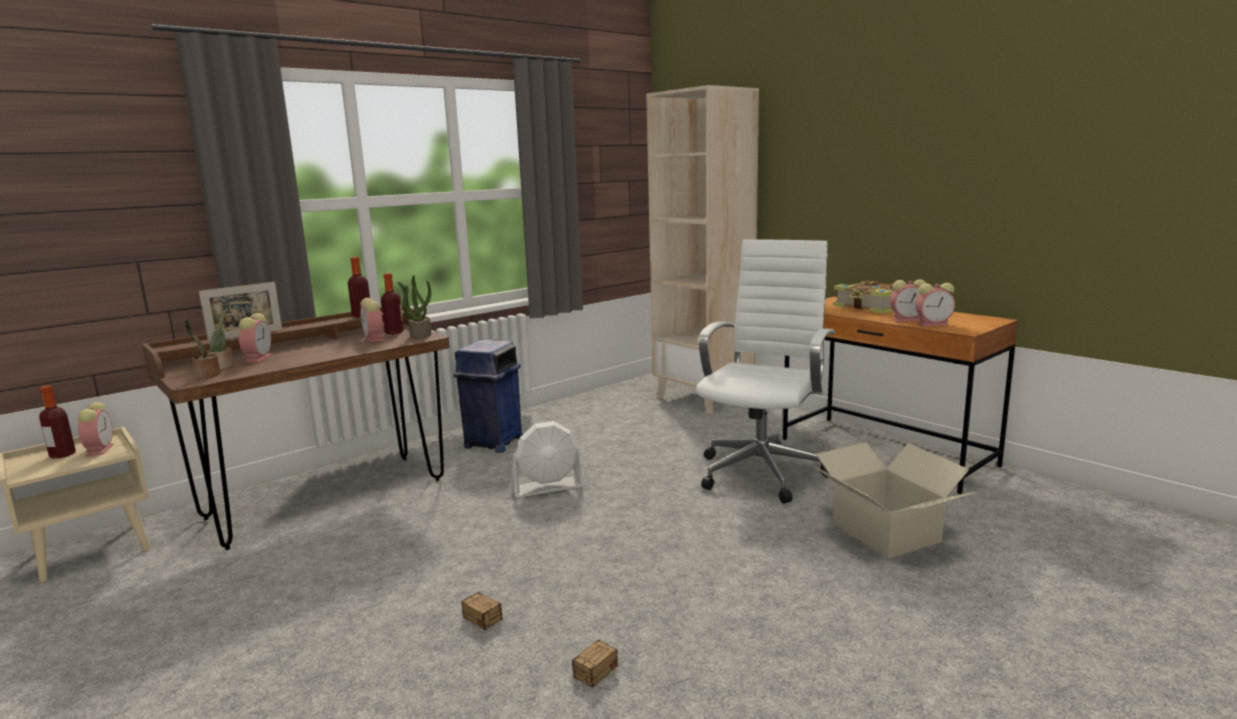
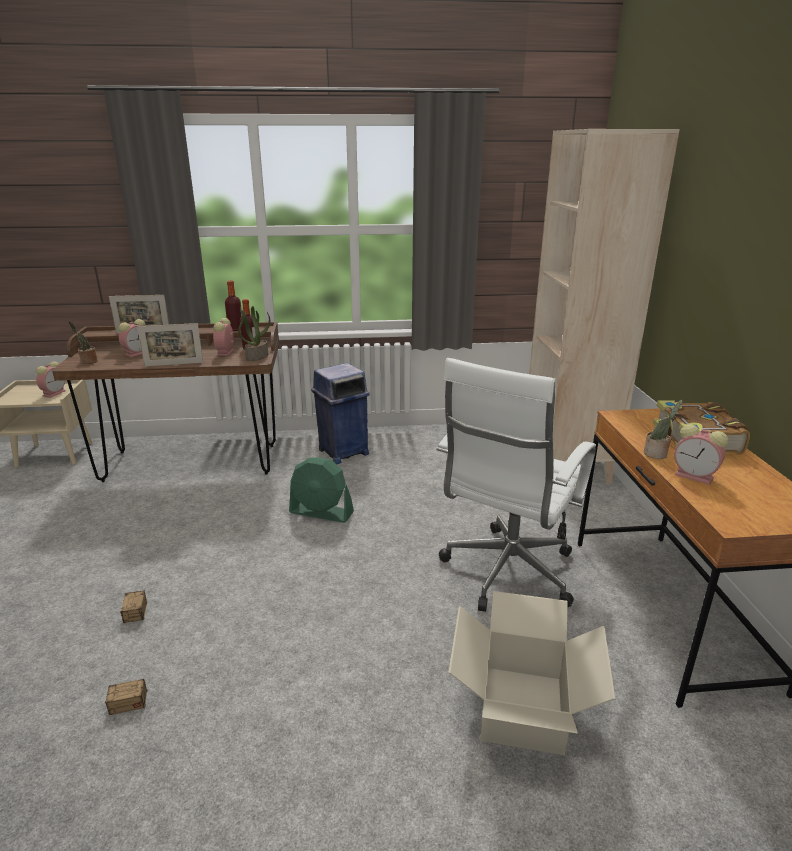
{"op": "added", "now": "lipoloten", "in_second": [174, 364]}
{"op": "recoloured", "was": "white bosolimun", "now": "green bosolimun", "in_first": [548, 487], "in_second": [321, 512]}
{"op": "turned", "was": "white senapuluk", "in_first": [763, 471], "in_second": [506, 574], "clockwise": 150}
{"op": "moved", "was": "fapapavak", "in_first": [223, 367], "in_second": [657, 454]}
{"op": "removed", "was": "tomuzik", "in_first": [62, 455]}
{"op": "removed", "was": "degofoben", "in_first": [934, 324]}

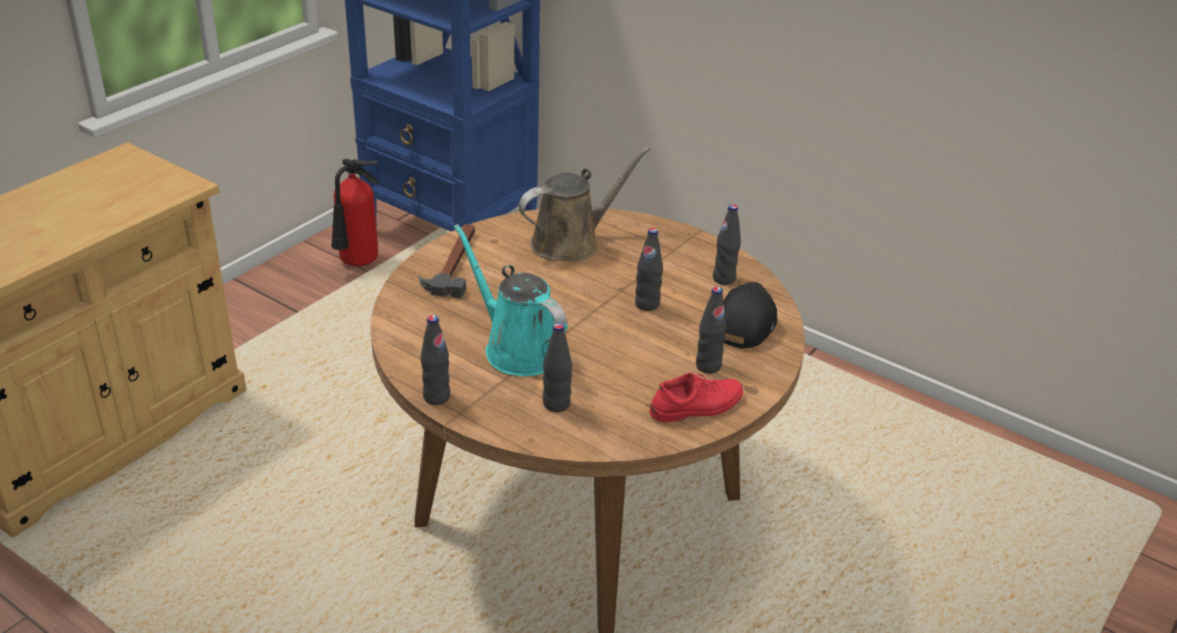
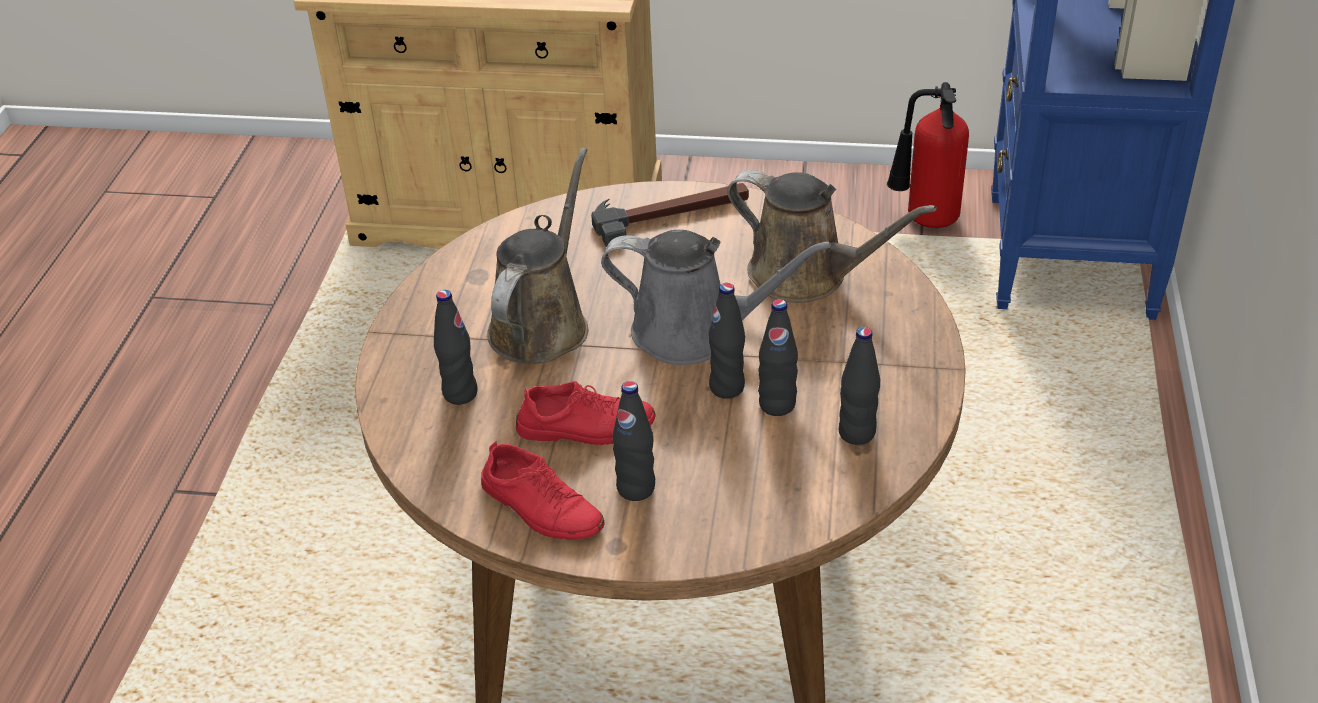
{"op": "recoloured", "was": "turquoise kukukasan", "now": "brown kukukasan", "in_first": [517, 349], "in_second": [542, 324]}
{"op": "added", "now": "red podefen", "in_second": [586, 427]}
{"op": "added", "now": "grey kukukasan", "in_second": [694, 333]}
{"op": "moved", "was": "black tomuzik", "in_first": [436, 397], "in_second": [777, 405]}
{"op": "removed", "was": "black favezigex", "in_first": [745, 323]}

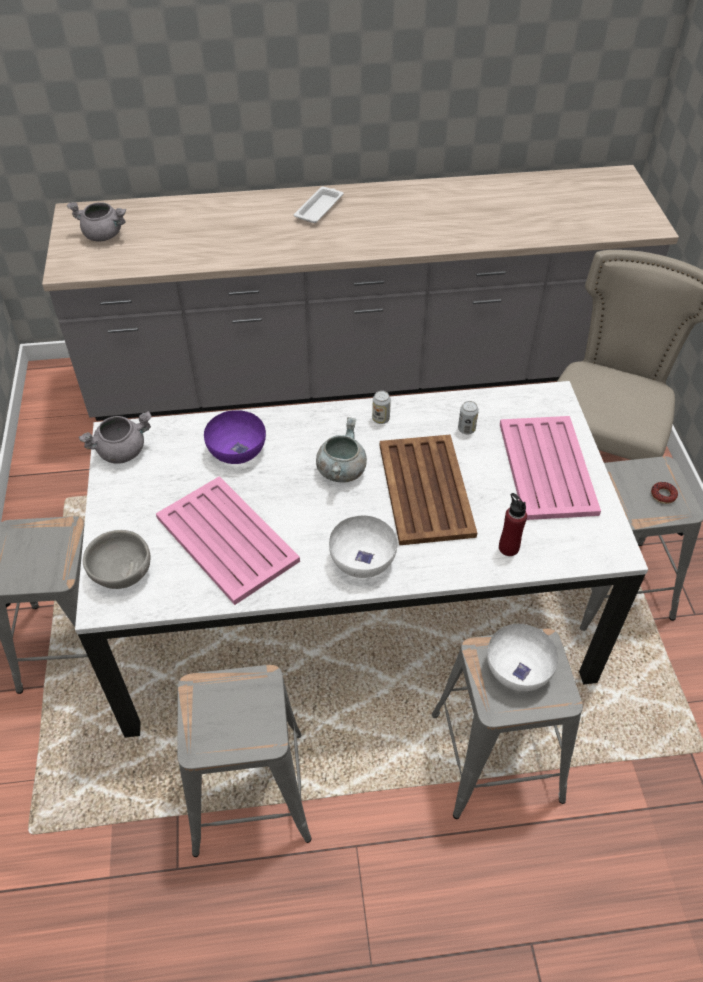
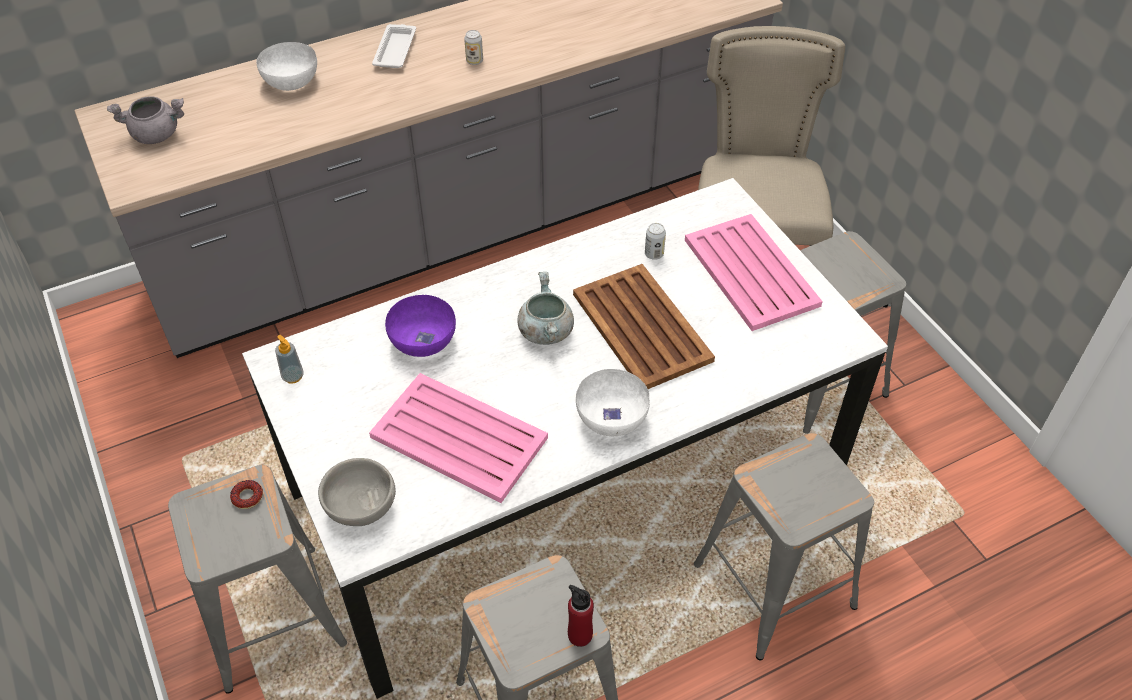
{"op": "moved", "was": "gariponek", "in_first": [663, 495], "in_second": [247, 497]}
{"op": "moved", "was": "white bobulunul", "in_first": [518, 668], "in_second": [291, 80]}
{"op": "replaced", "was": "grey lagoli", "now": "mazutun", "in_first": [122, 451], "in_second": [293, 376]}
{"op": "moved", "was": "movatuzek", "in_first": [380, 419], "in_second": [474, 61]}
{"op": "moved", "was": "red tomuzik", "in_first": [508, 547], "in_second": [580, 635]}

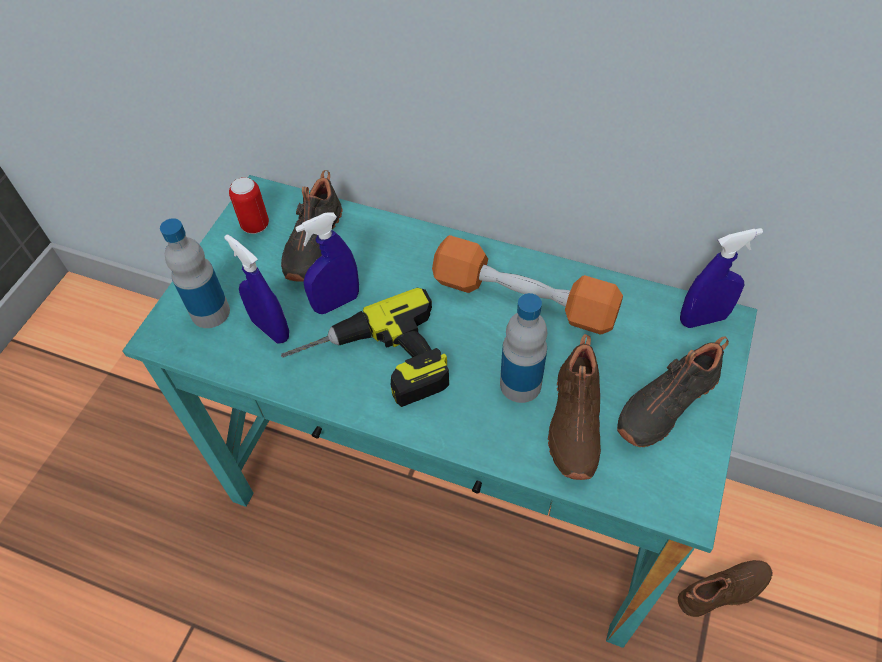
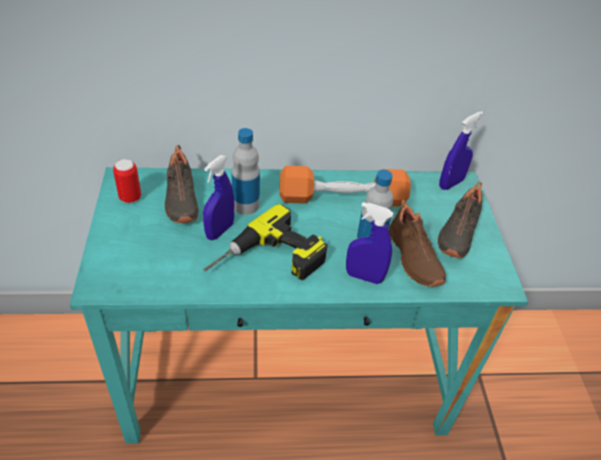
{"op": "moved", "was": "tomuzik", "in_first": [210, 312], "in_second": [245, 205]}
{"op": "moved", "was": "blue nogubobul", "in_first": [271, 329], "in_second": [364, 277]}
{"op": "removed", "was": "brown podefen", "in_first": [723, 592]}

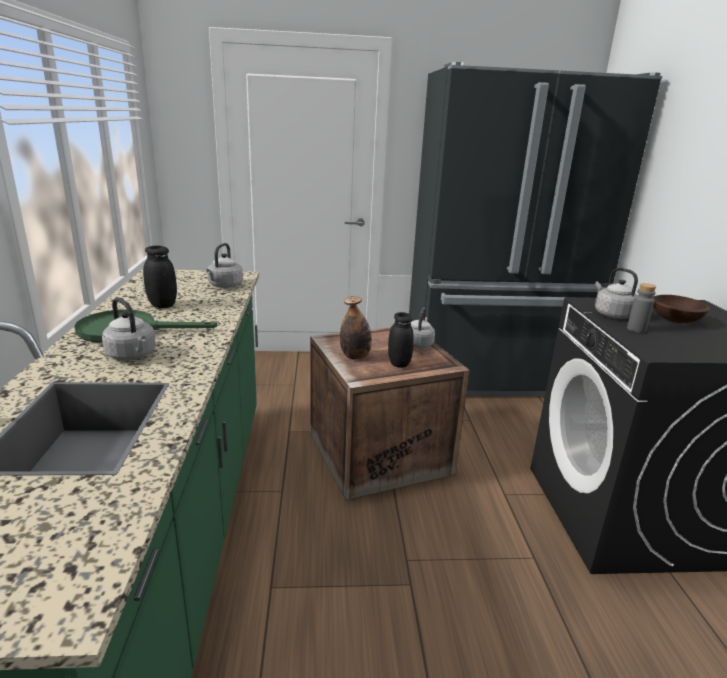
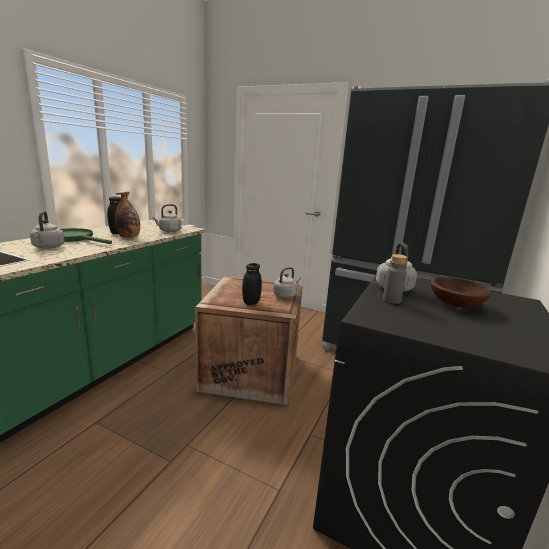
{"op": "moved", "was": "tomuzik", "in_first": [355, 356], "in_second": [129, 237]}

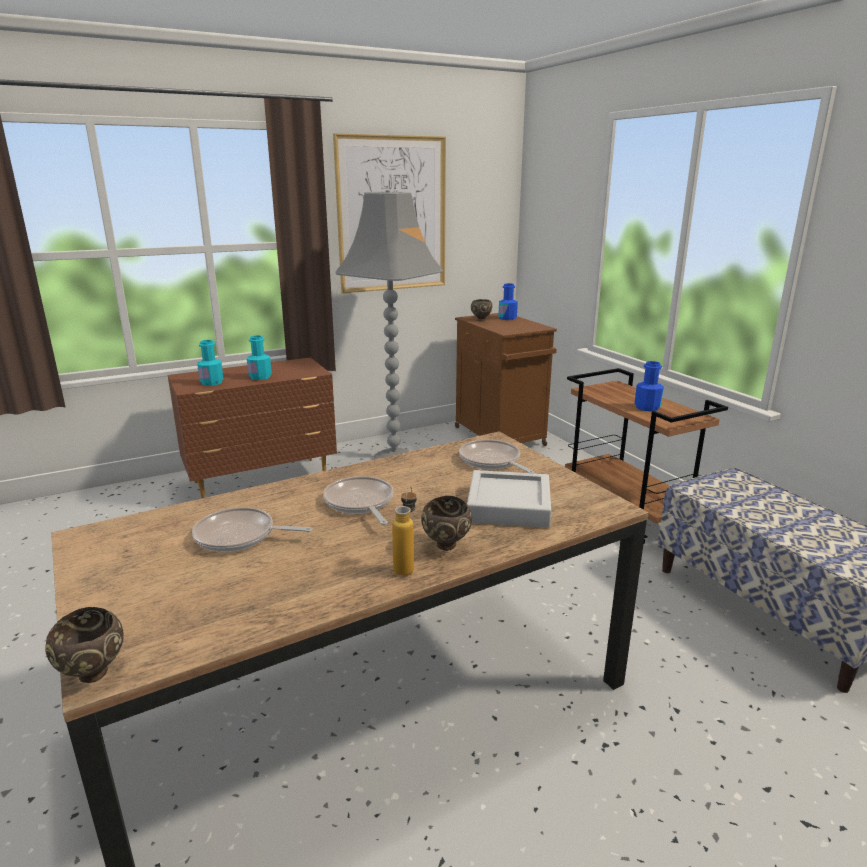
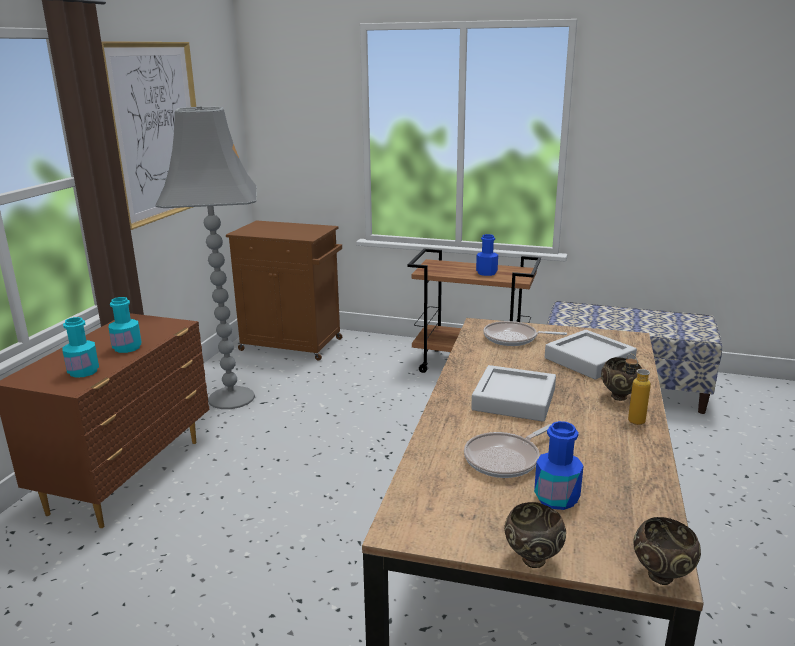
{"op": "replaced", "was": "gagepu", "now": "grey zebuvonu", "in_first": [360, 503], "in_second": [514, 399]}
{"op": "moved", "was": "brown bobulunul", "in_first": [481, 320], "in_second": [531, 560]}
{"op": "moved", "was": "blue tomuzik", "in_first": [507, 318], "in_second": [556, 498]}

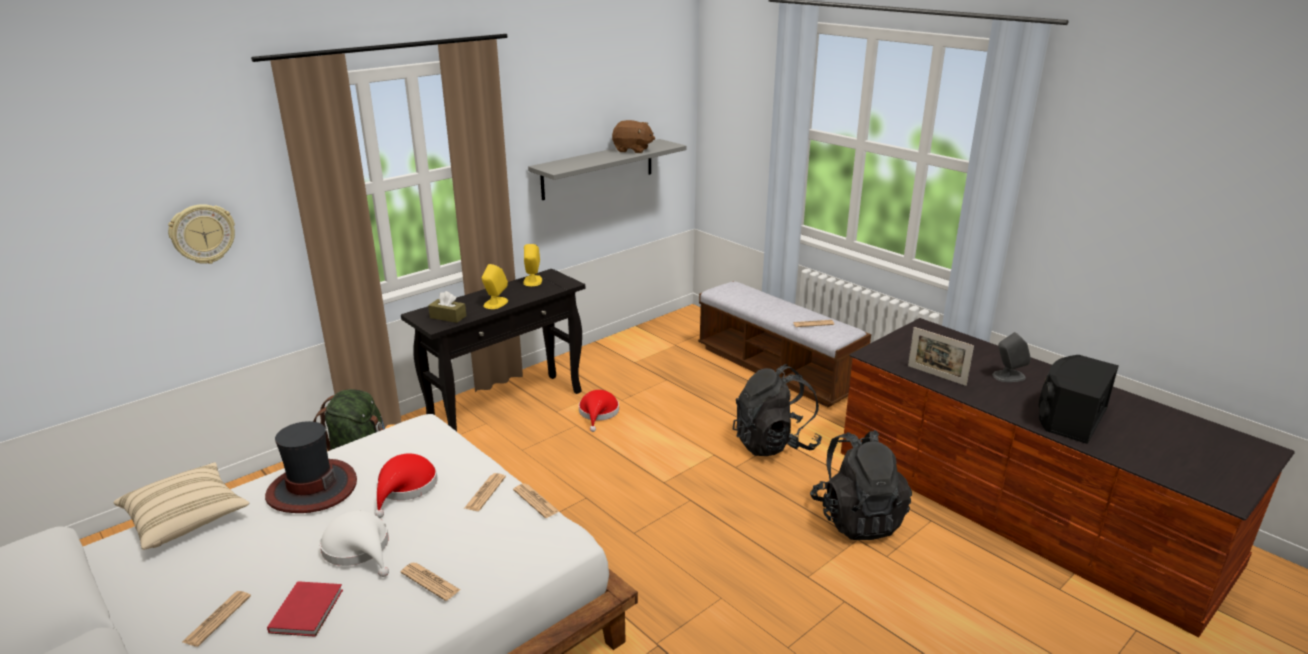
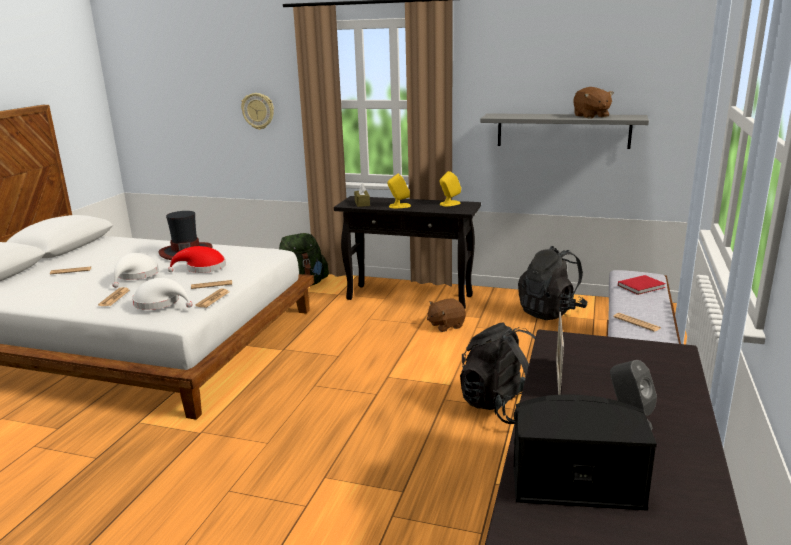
{"op": "added", "now": "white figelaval", "in_second": [160, 303]}
{"op": "replaced", "was": "red figelaval", "now": "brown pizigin", "in_first": [598, 413], "in_second": [445, 325]}
{"op": "moved", "was": "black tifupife", "in_first": [857, 518], "in_second": [550, 312]}
{"op": "moved", "was": "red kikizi", "in_first": [308, 609], "in_second": [642, 286]}
{"op": "removed", "was": "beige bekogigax", "in_first": [186, 519]}

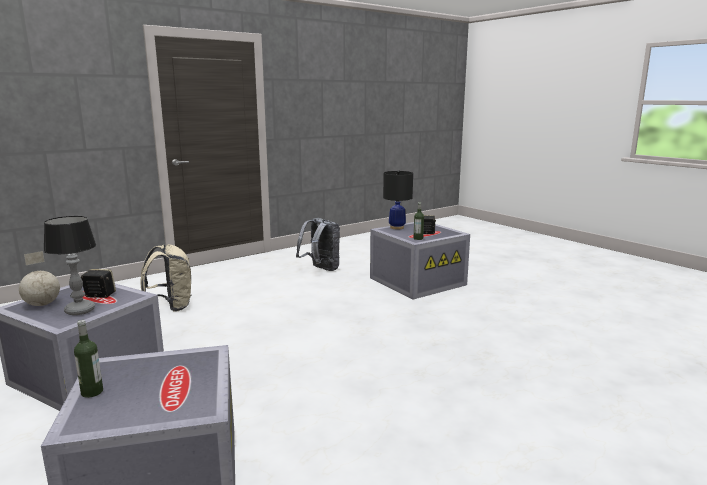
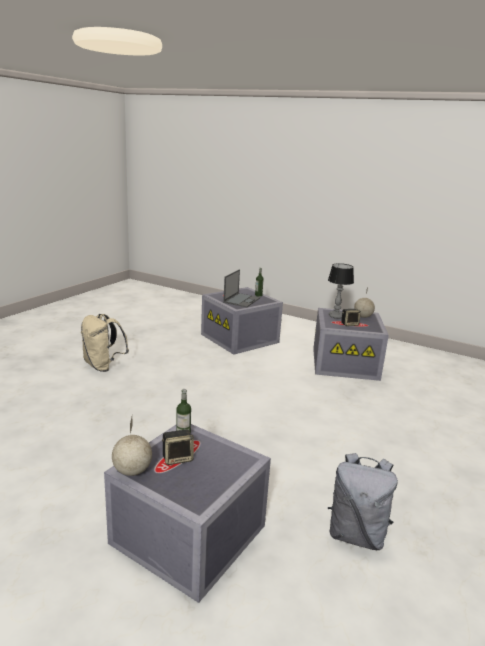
{"op": "moved", "was": "beige tifupife", "in_first": [171, 307], "in_second": [103, 366]}
{"op": "added", "now": "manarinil", "in_second": [132, 471]}
{"op": "added", "now": "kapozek", "in_second": [242, 300]}
{"op": "removed", "was": "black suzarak", "in_first": [397, 227]}

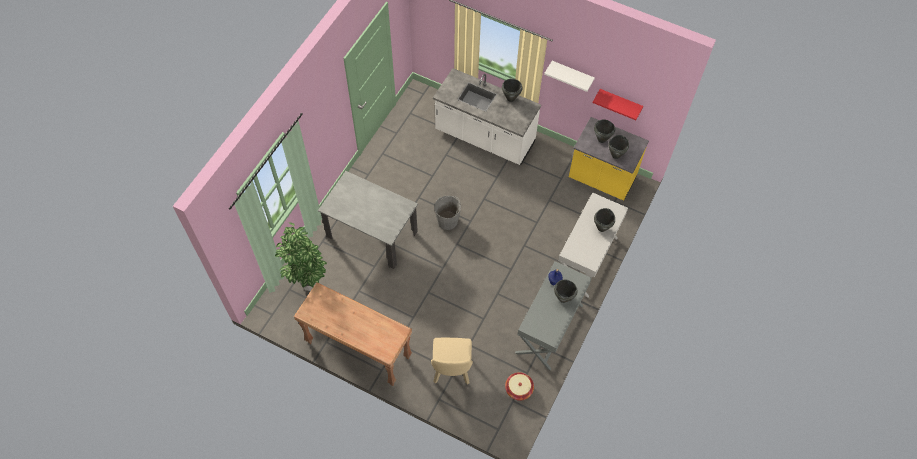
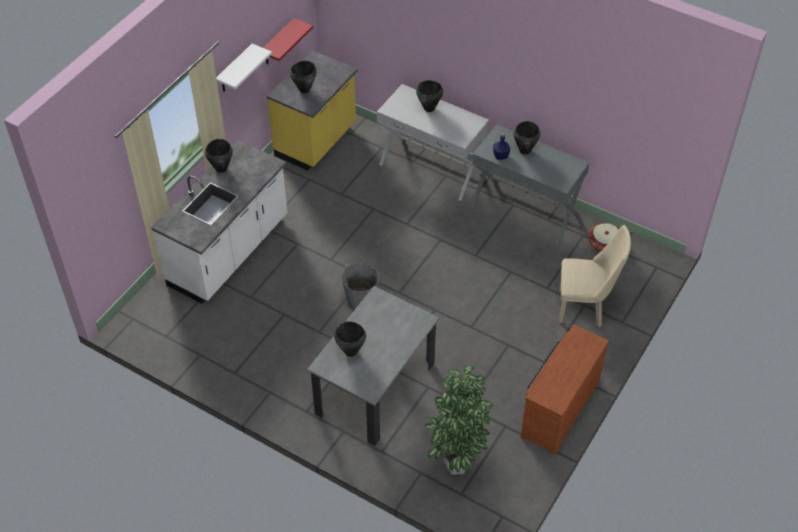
{"op": "moved", "was": "black lagoli", "in_first": [615, 155], "in_second": [351, 352]}
{"op": "replaced", "was": "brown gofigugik", "now": "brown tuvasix", "in_first": [358, 350], "in_second": [558, 408]}

